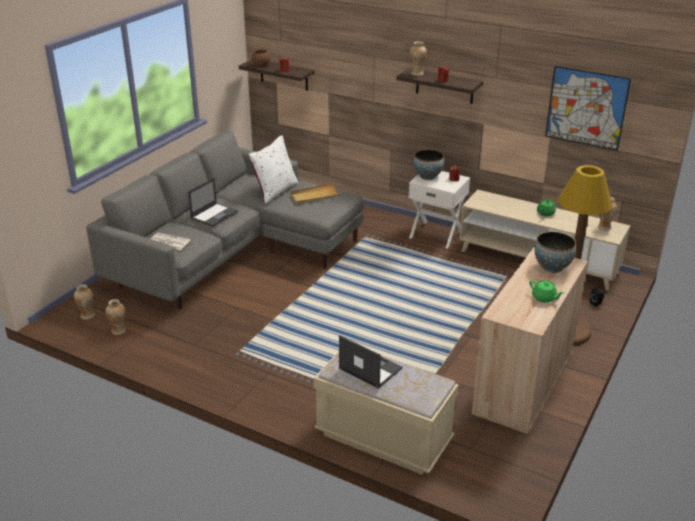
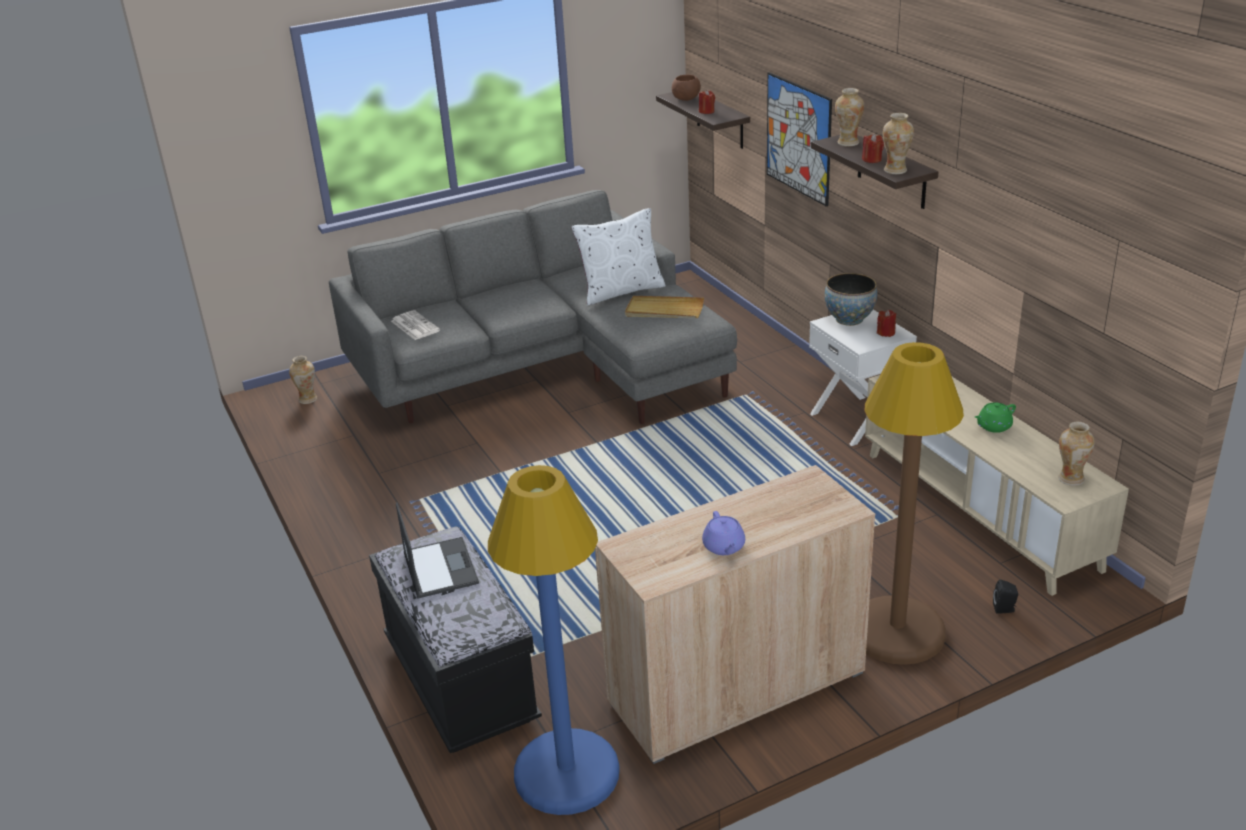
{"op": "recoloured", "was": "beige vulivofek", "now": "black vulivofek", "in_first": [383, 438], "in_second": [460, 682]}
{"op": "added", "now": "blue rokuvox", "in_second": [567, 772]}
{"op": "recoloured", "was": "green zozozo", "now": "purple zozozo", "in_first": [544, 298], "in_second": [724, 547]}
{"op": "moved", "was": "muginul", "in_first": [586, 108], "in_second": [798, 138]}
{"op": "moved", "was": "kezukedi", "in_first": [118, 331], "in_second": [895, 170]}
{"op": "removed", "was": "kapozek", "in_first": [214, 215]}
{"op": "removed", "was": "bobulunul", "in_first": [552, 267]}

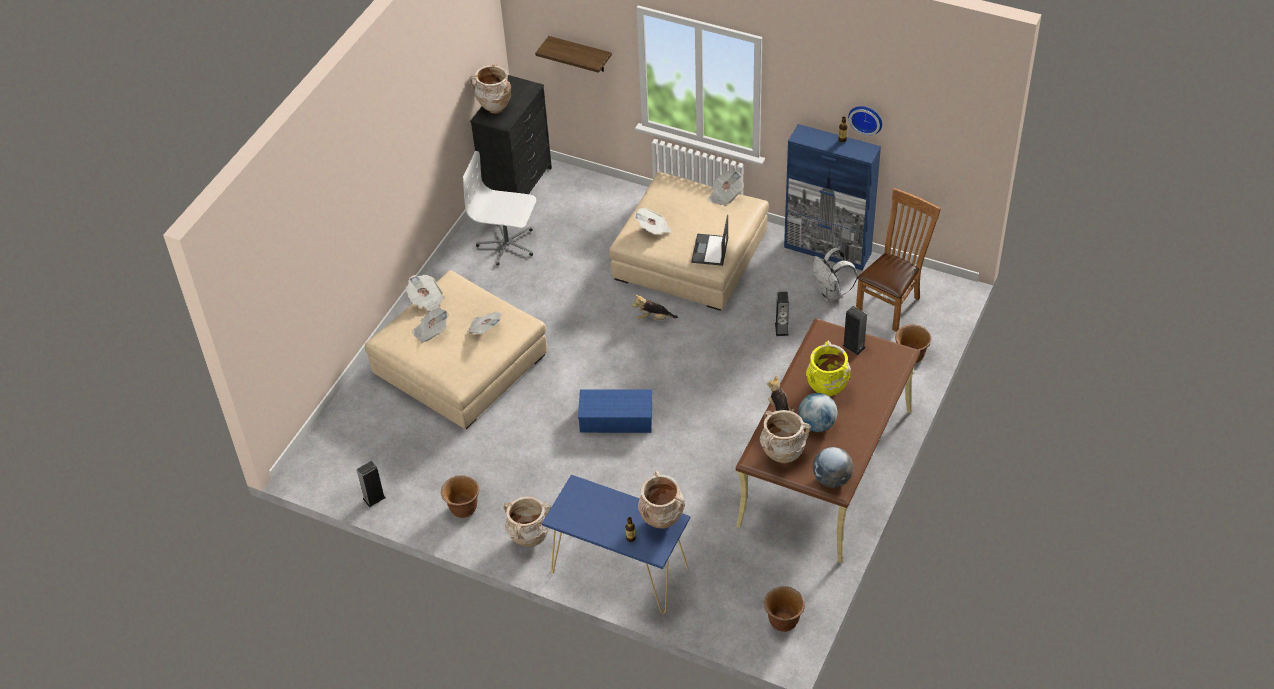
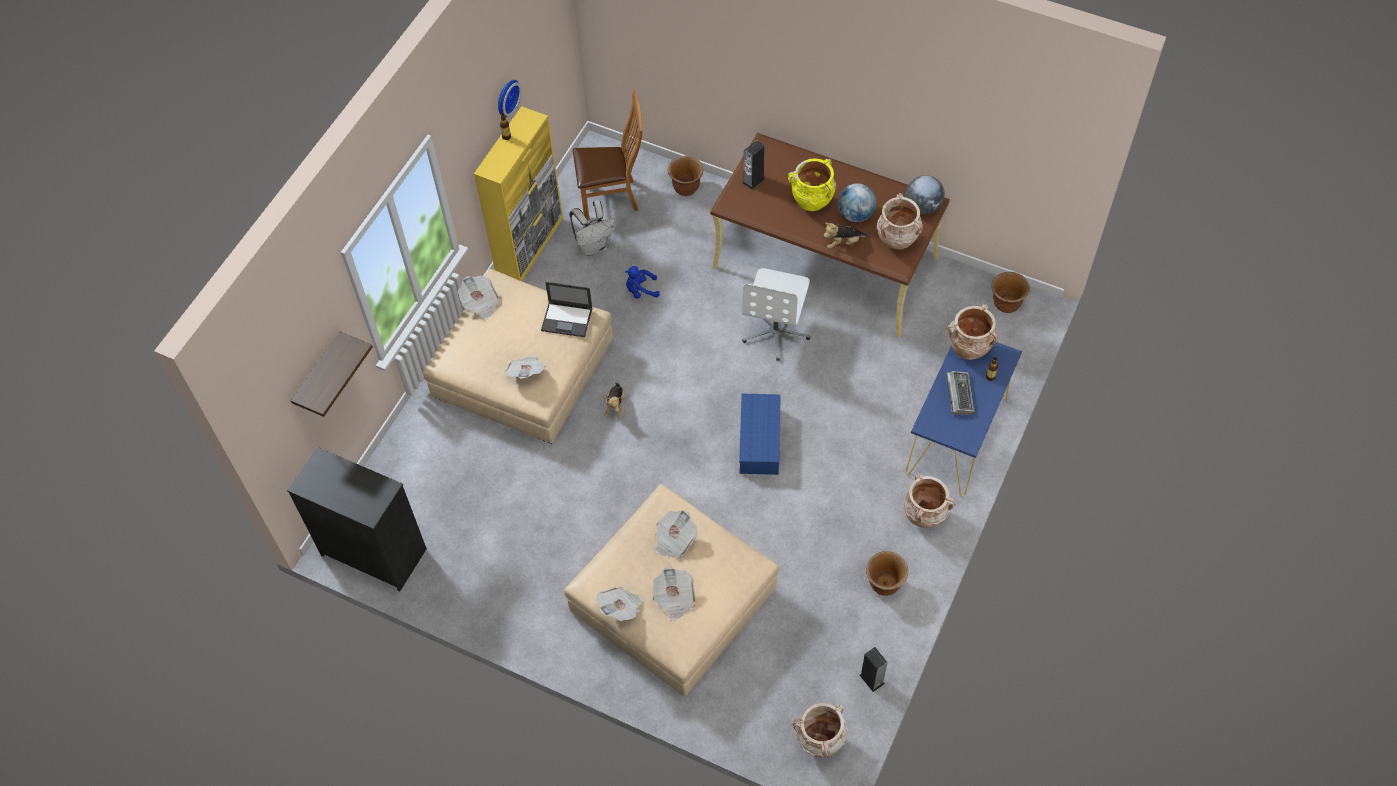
{"op": "recoloured", "was": "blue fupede", "now": "yellow fupede", "in_first": [828, 250], "in_second": [530, 245]}
{"op": "turned", "was": "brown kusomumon", "in_first": [891, 303], "in_second": [613, 197], "clockwise": 135}
{"op": "replaced", "was": "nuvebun", "now": "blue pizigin", "in_first": [781, 329], "in_second": [641, 290]}
{"op": "moved", "was": "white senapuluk", "in_first": [507, 244], "in_second": [776, 331]}
{"op": "moved", "was": "beige kezukedi", "in_first": [494, 109], "in_second": [820, 744]}
{"op": "added", "now": "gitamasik", "in_second": [959, 394]}

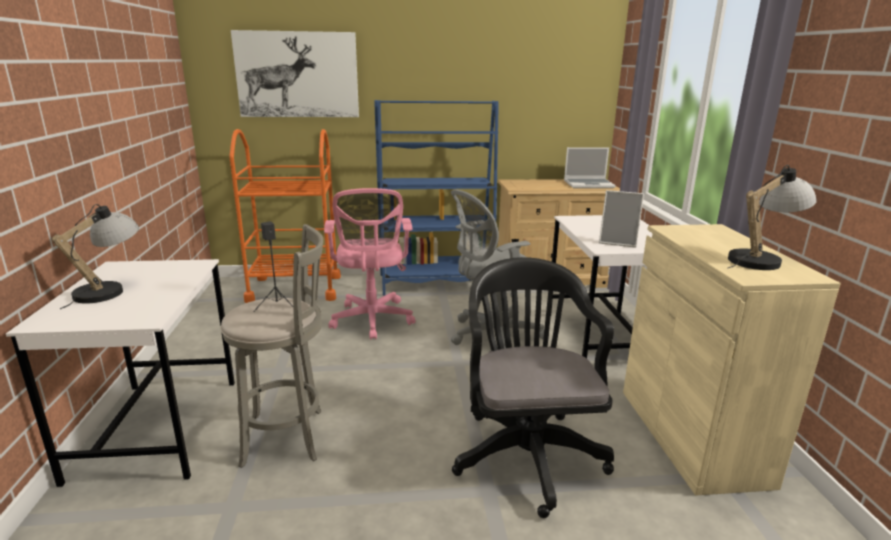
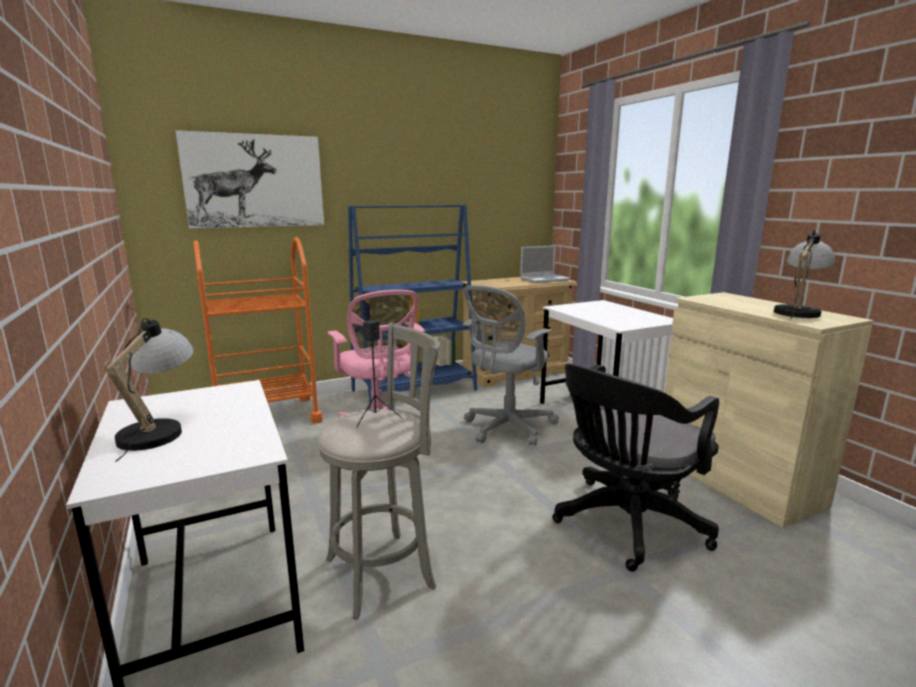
{"op": "turned", "was": "black senapuluk", "in_first": [526, 451], "in_second": [625, 525], "clockwise": -105}
{"op": "removed", "was": "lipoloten", "in_first": [618, 242]}

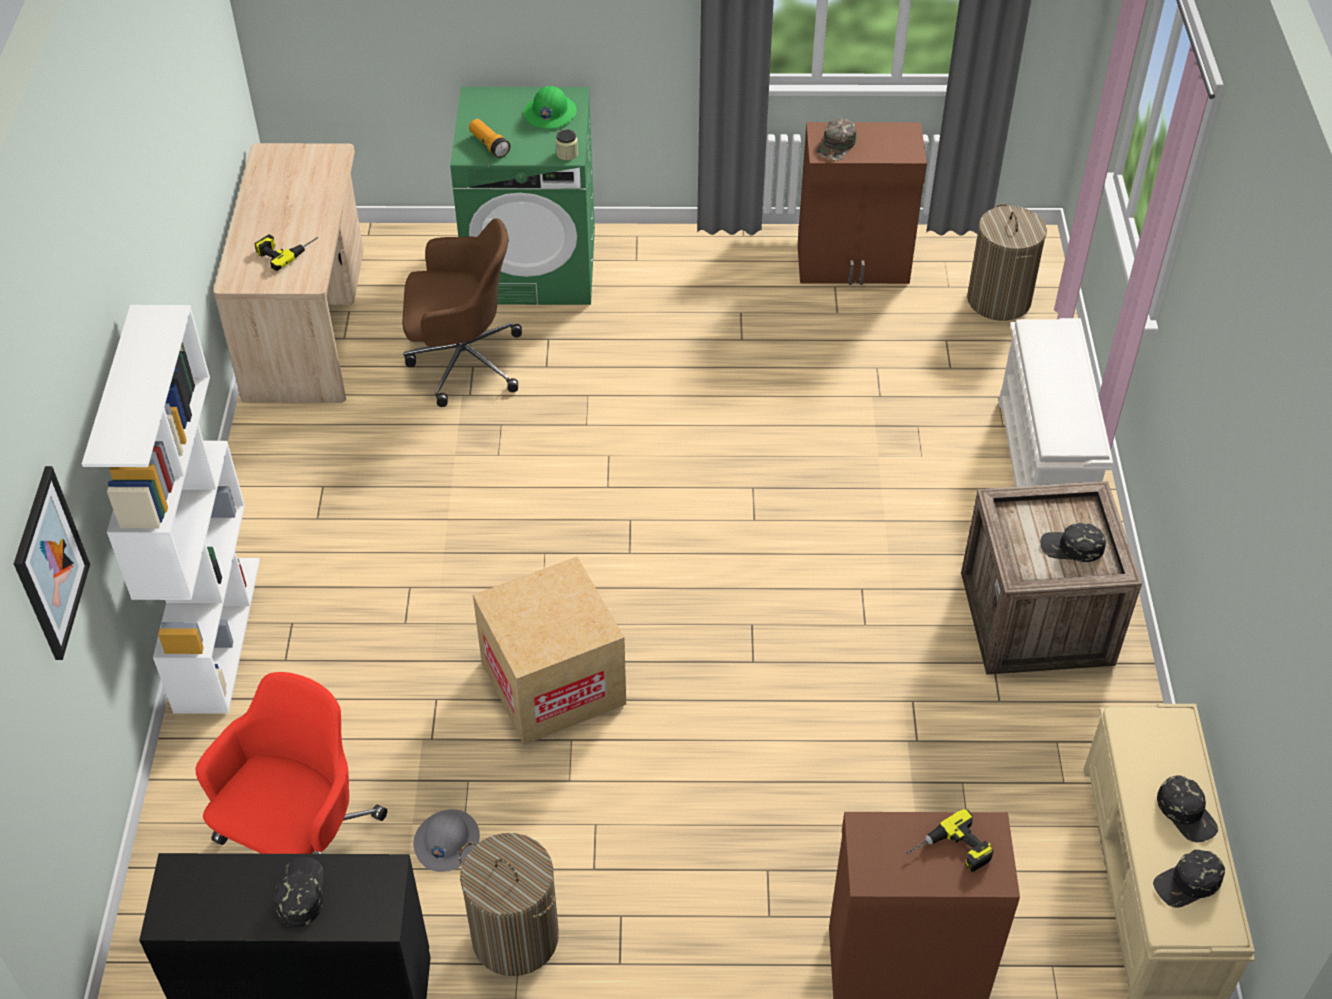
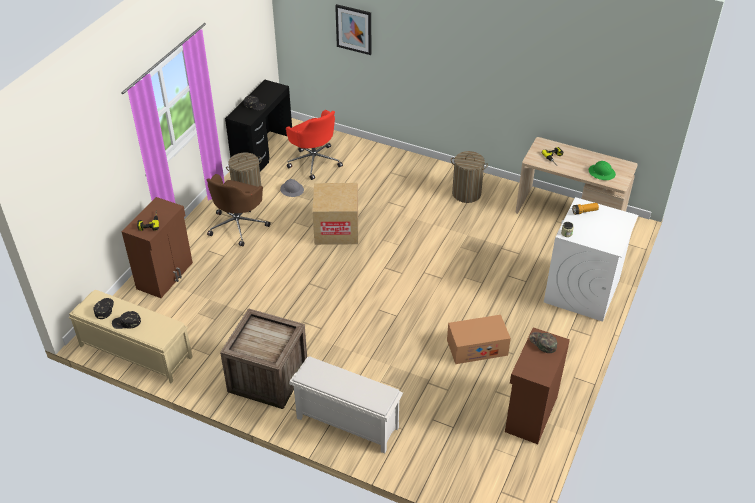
{"op": "moved", "was": "brown senapuluk", "in_first": [462, 361], "in_second": [238, 225]}
{"op": "added", "now": "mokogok", "in_second": [477, 347]}
{"op": "moved", "was": "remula", "in_first": [999, 300], "in_second": [466, 193]}
{"op": "recoloured", "was": "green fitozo", "now": "white fitozo", "in_first": [532, 265], "in_second": [582, 291]}
{"op": "moved", "was": "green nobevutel", "in_first": [550, 113], "in_second": [601, 172]}
{"op": "removed", "was": "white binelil", "in_first": [217, 633]}
{"op": "removed", "was": "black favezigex", "in_first": [1072, 547]}

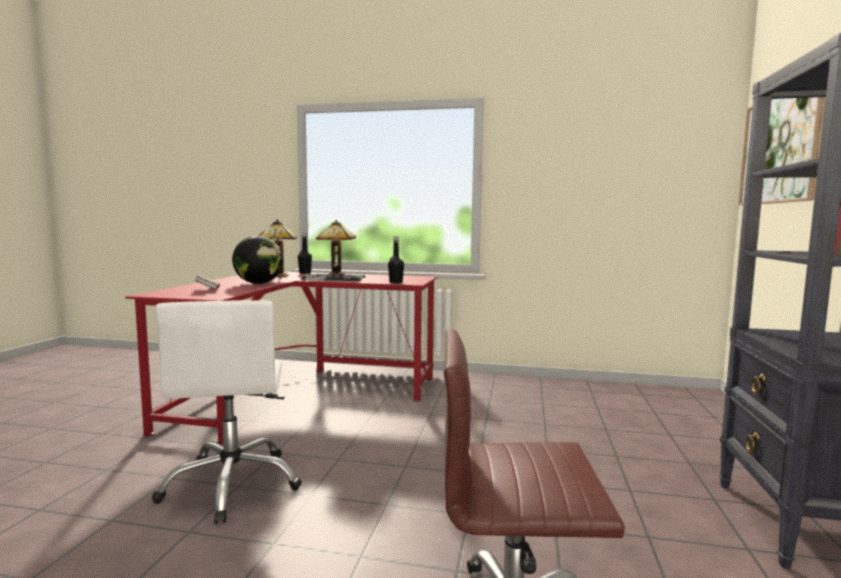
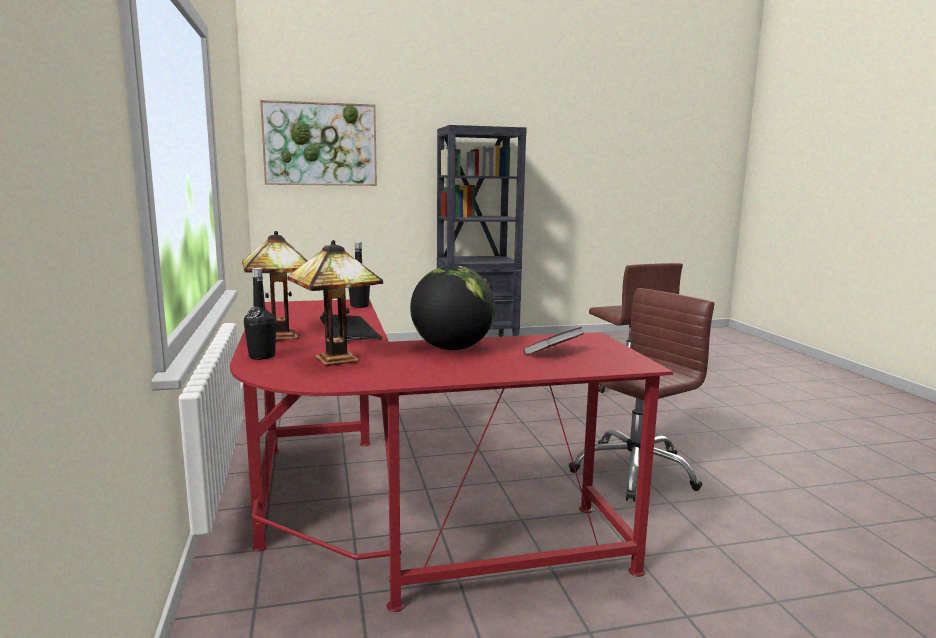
{"op": "recoloured", "was": "white senapuluk", "now": "brown senapuluk", "in_first": [233, 484], "in_second": [633, 471]}

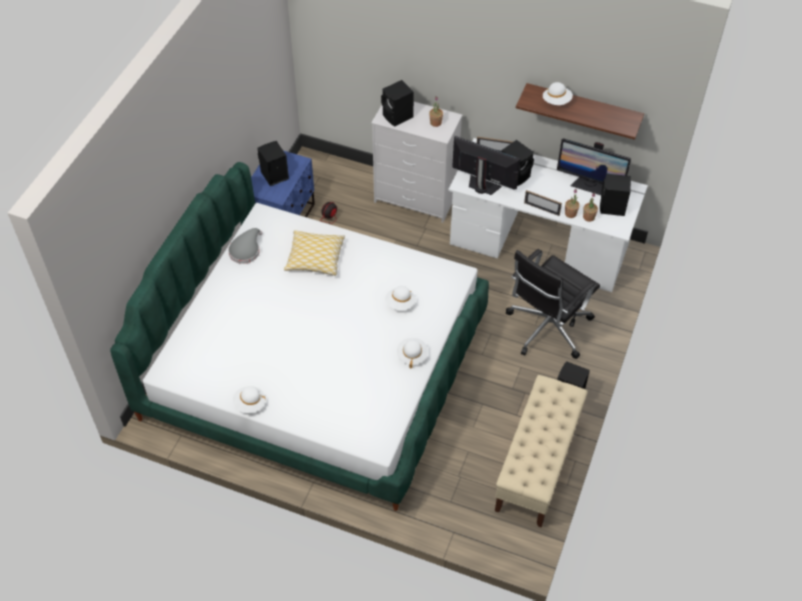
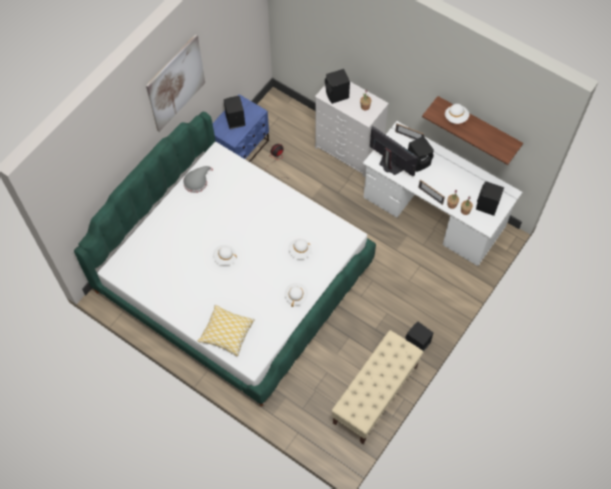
{"op": "added", "now": "muginul", "in_second": [176, 83]}
{"op": "moved", "was": "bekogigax", "in_first": [315, 258], "in_second": [226, 333]}
{"op": "moved", "was": "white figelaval", "in_first": [250, 404], "in_second": [225, 257]}
{"op": "removed", "was": "black senapuluk", "in_first": [546, 328]}
{"op": "removed", "was": "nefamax", "in_first": [589, 185]}

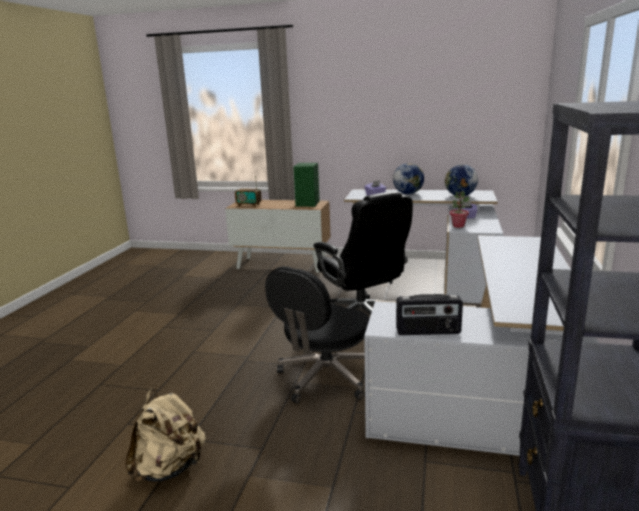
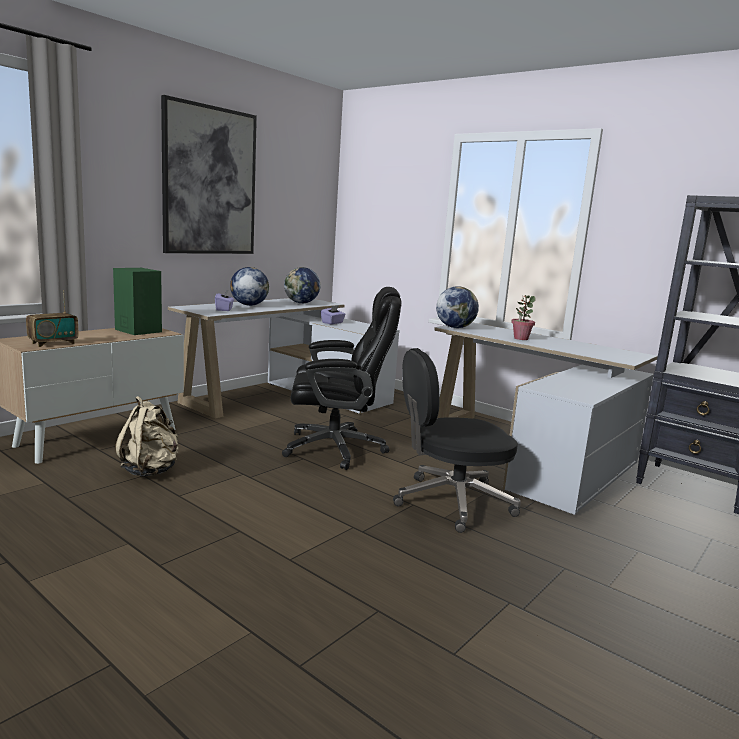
{"op": "moved", "was": "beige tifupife", "in_first": [170, 468], "in_second": [150, 471]}
{"op": "added", "now": "muginul", "in_second": [209, 181]}
{"op": "turned", "was": "black senapuluk", "in_first": [324, 378], "in_second": [451, 502], "clockwise": 105}
{"op": "added", "now": "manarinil", "in_second": [455, 327]}
{"op": "moved", "was": "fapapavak", "in_first": [458, 226], "in_second": [520, 338]}
{"op": "removed", "was": "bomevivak", "in_first": [428, 332]}

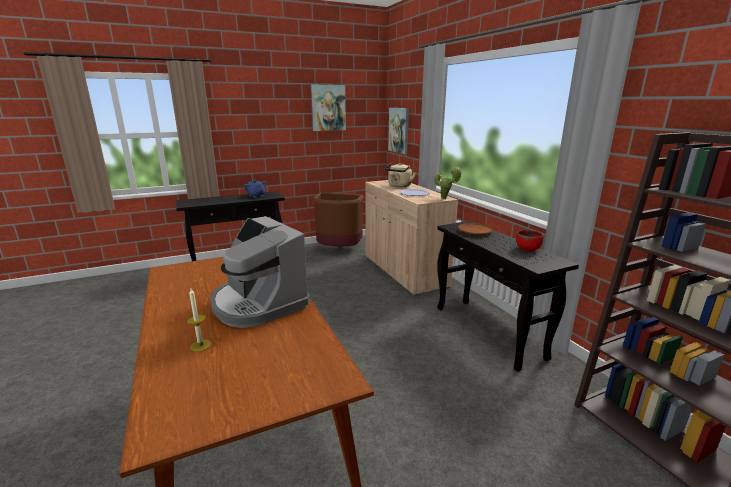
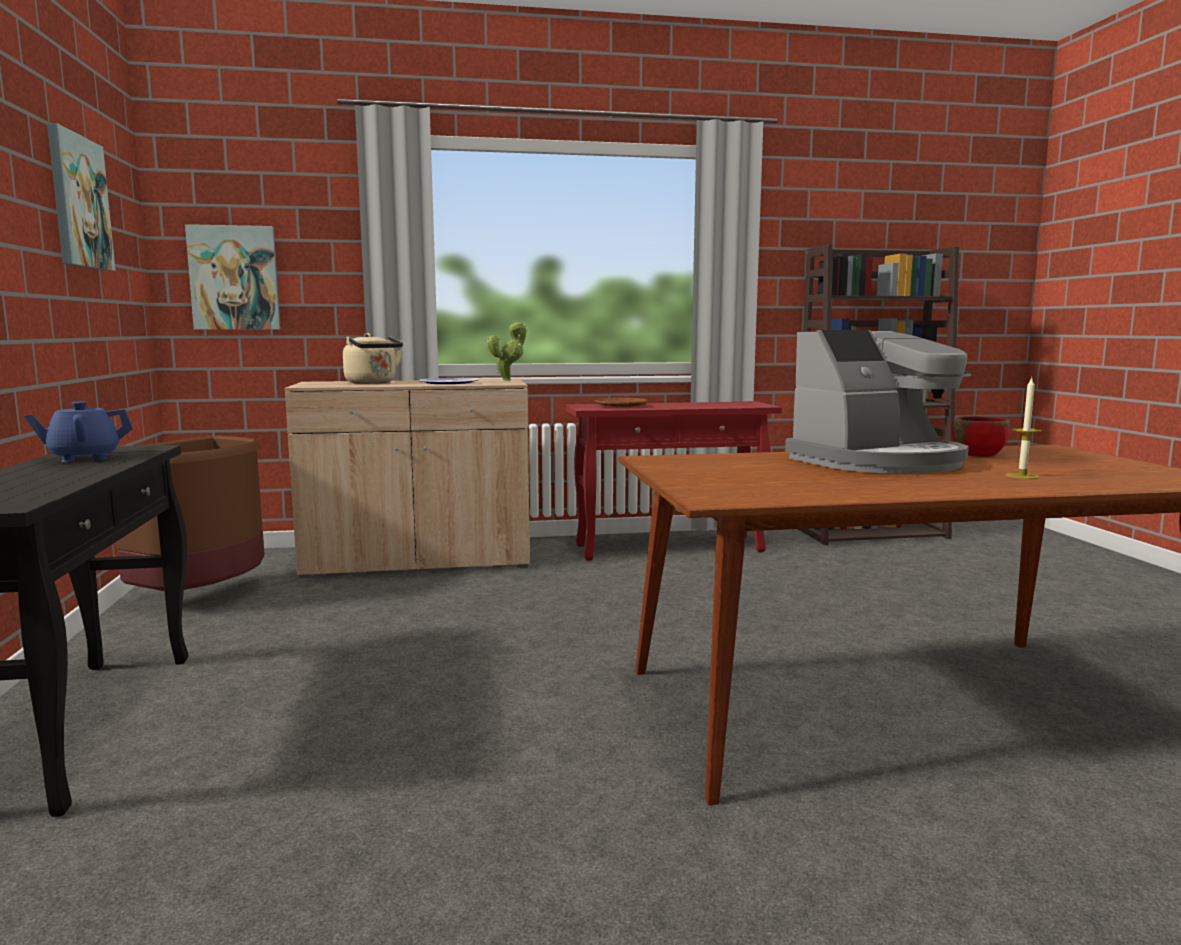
{"op": "recoloured", "was": "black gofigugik", "now": "red gofigugik", "in_first": [488, 332], "in_second": [670, 548]}
{"op": "moved", "was": "red bobulunul", "in_first": [527, 249], "in_second": [978, 454]}

